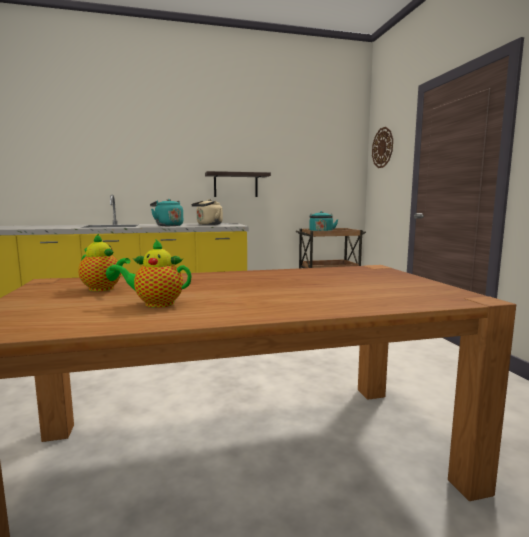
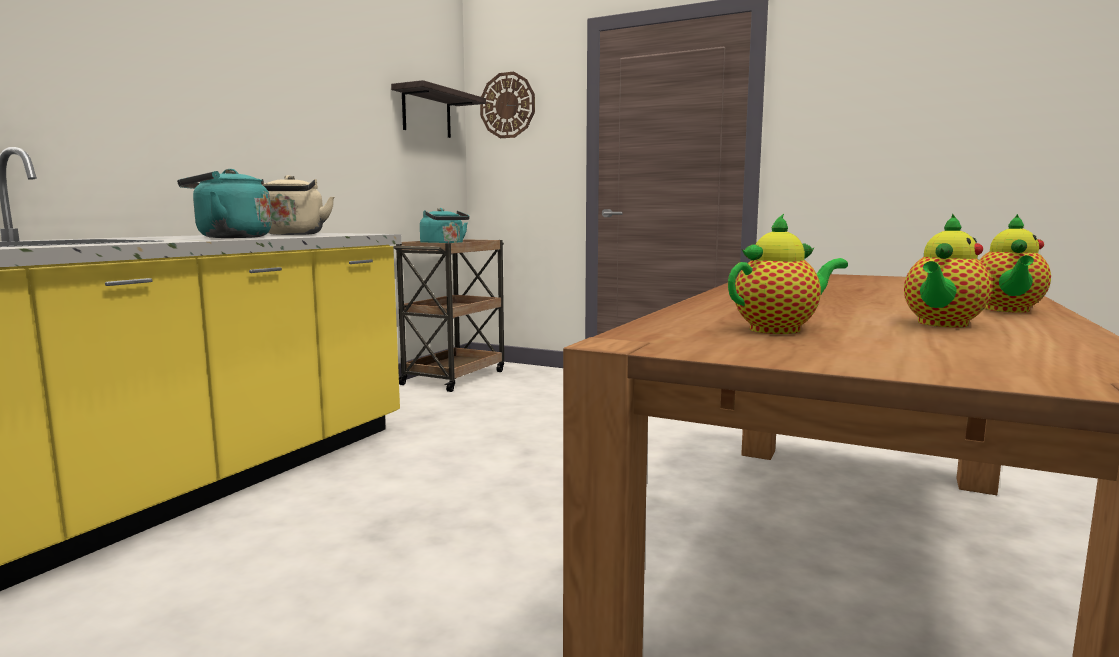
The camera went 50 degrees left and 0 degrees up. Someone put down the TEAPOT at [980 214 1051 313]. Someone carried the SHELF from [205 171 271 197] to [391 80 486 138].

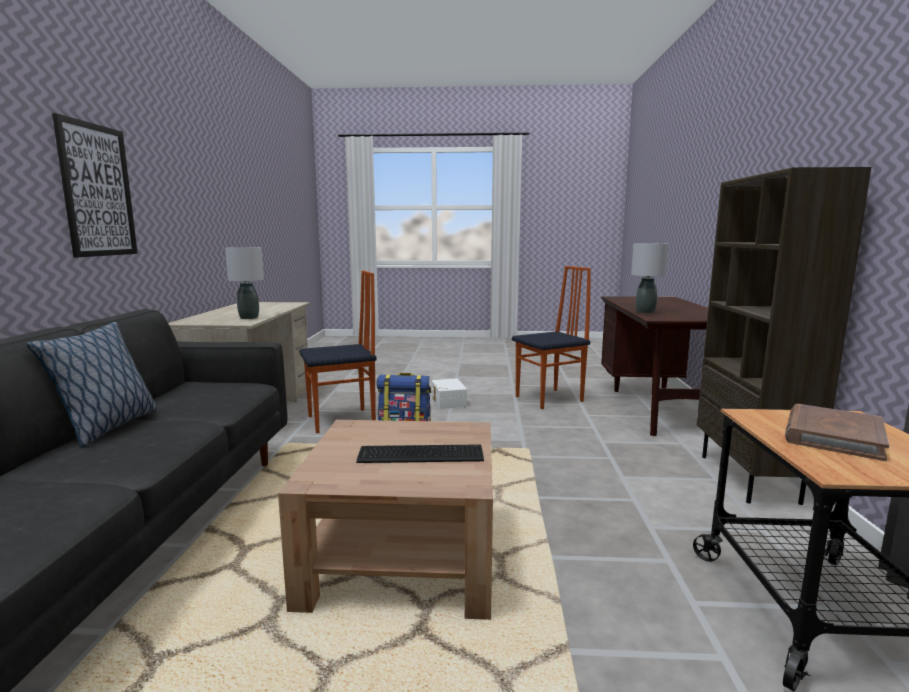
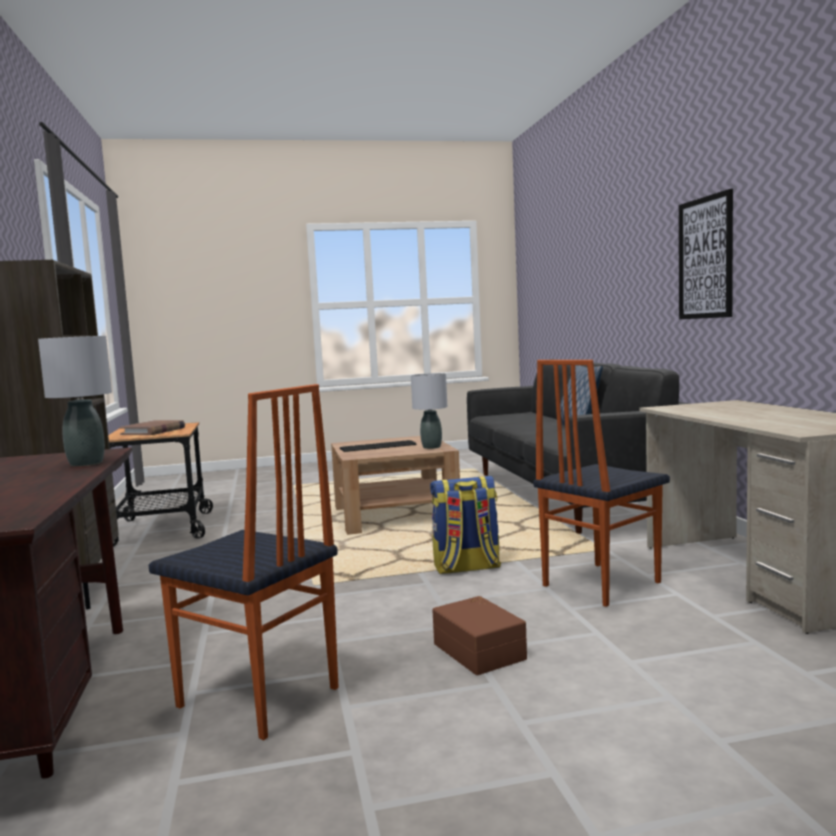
The camera went 165 degrees right and 5 degrees down. Someone carried the GREY TABLE LAMP from [225 247 264 319] to [411 373 447 449]. Someone repainted the WHITE STORAGE BOX at [432 378 467 409], which became the BROWN STORAGE BOX at [433 596 527 675]. Someone rotated the CHAIR at [512 266 591 409] by 105 degrees counterclockwise.

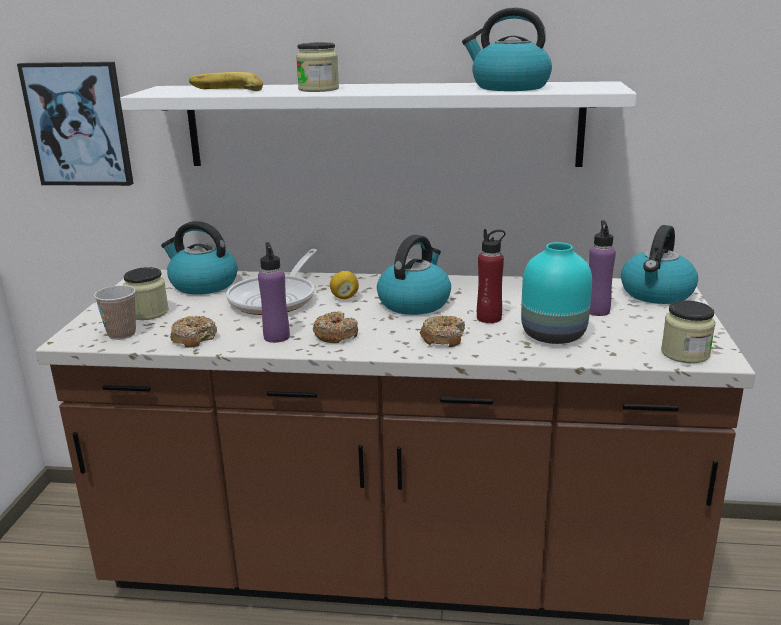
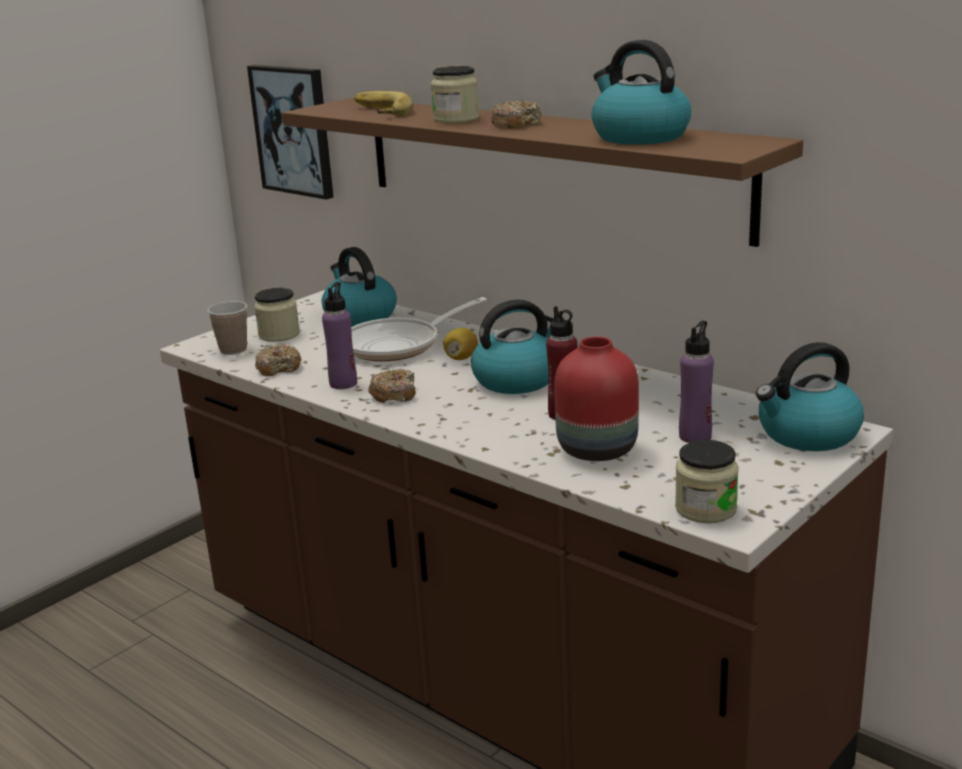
The camera went 35 degrees right and 0 degrees up. Someone carried the DONUT from [420 316 465 347] to [491 101 542 129]. Someone repainted the WHITE SHELF at [120 81 637 167], which became the BROWN SHELF at [282 98 803 247]. Someone repainted the TURQUOISE VASE at [521 242 592 344], which became the RED VASE at [554 336 639 461].

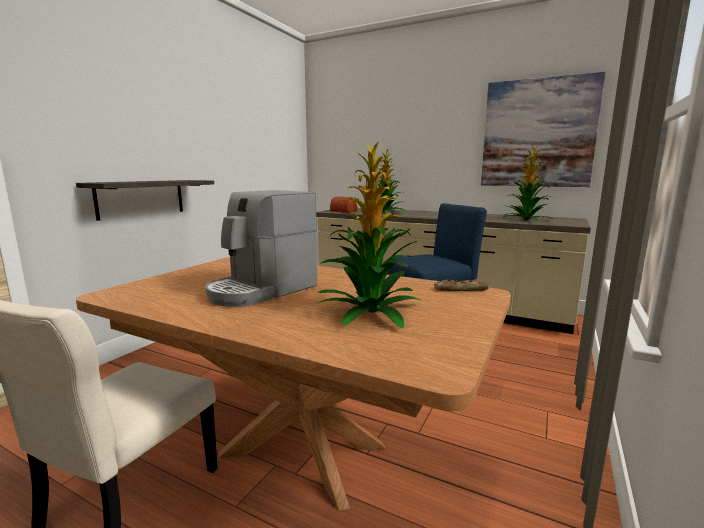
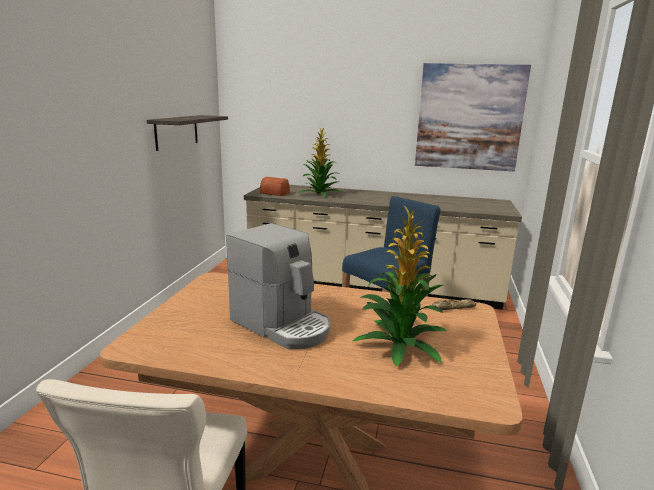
The camera went 15 degrees left and 5 degrees up. Someone took away the POTTED PLANT at [502 145 553 221]. Someone carried the SHELF from [76 180 214 221] to [147 115 228 151]. Someone rotated the COFFEE MACHINE at [206 190 317 307] by 75 degrees counterclockwise.

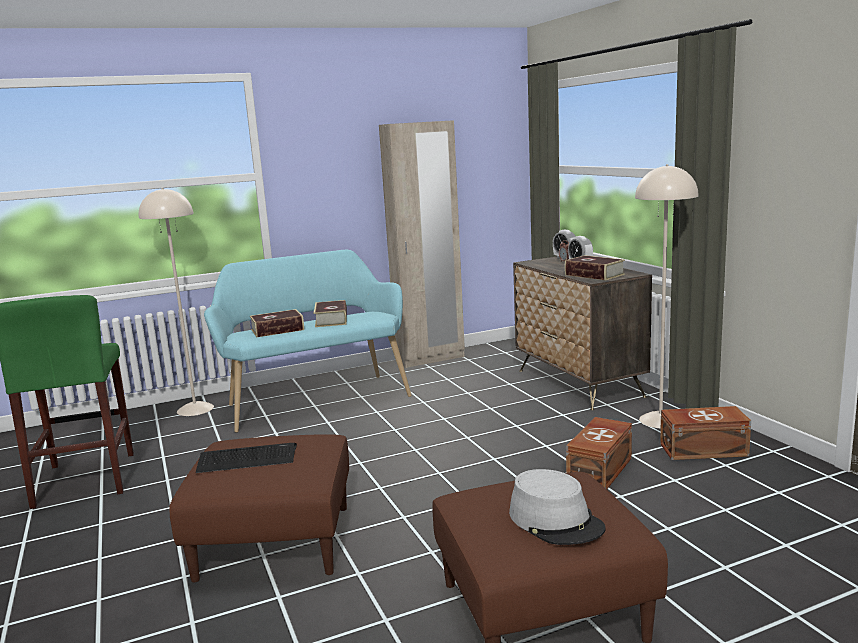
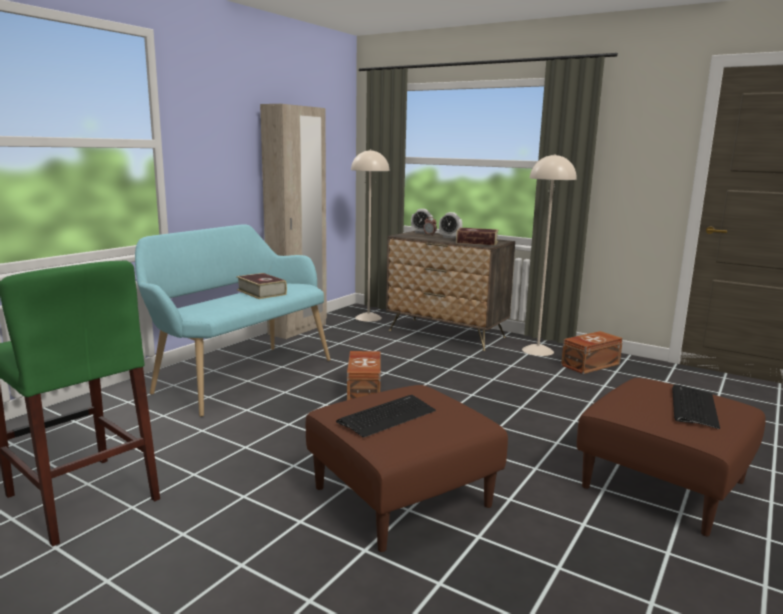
The camera went 35 degrees left and 0 degrees up. Someone took away the BOOK at [250 309 304 337]. Someone carried the BEIGE FLOOR LAMP from [139 188 214 416] to [351 149 390 322]. Someone carried the BROWN STORAGE BOX from [566 417 632 489] to [347 351 381 400]. Someone swapped the GREY HAT at [509 469 606 545] for the KEYBOARD at [672 385 720 429].

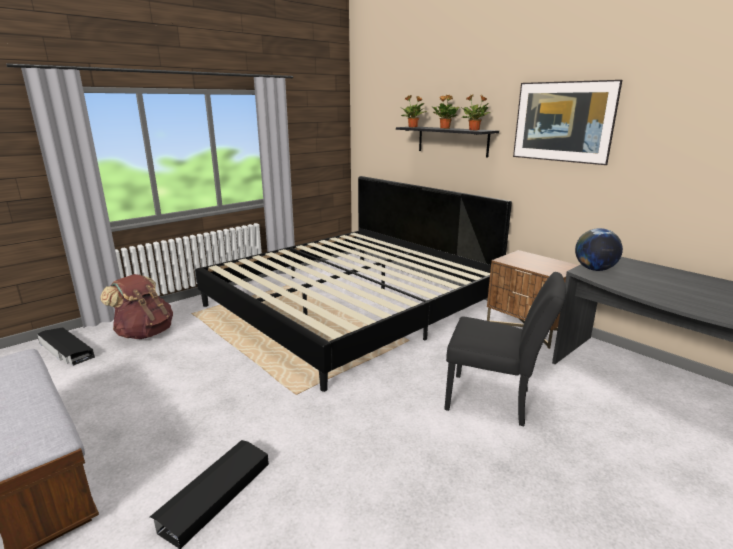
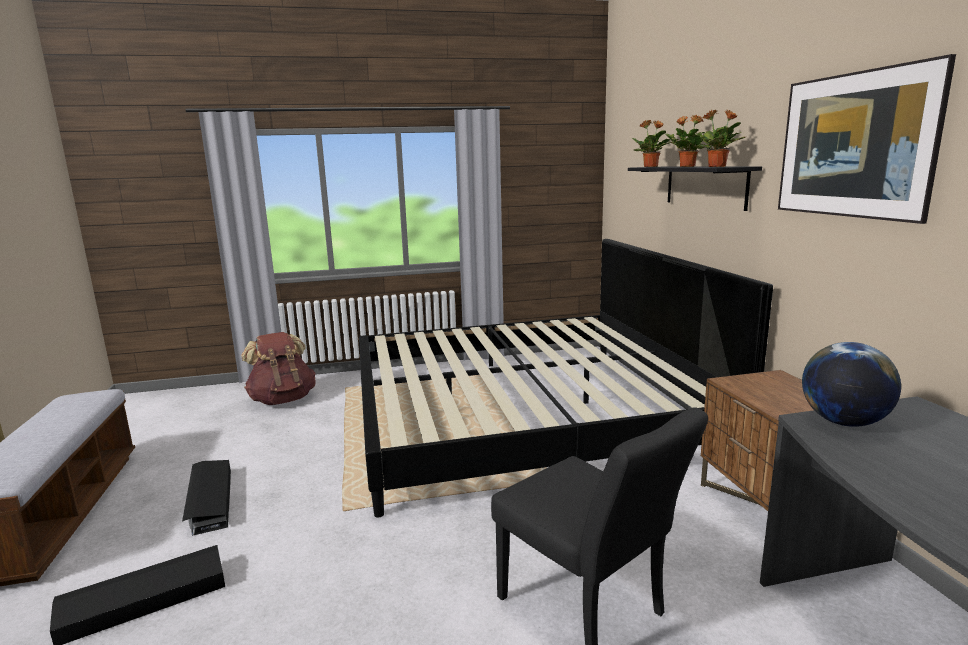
The camera went 30 degrees right and 5 degrees down. Someone carried the BLACK STORAGE BOX from [37 327 95 366] to [182 460 231 536].

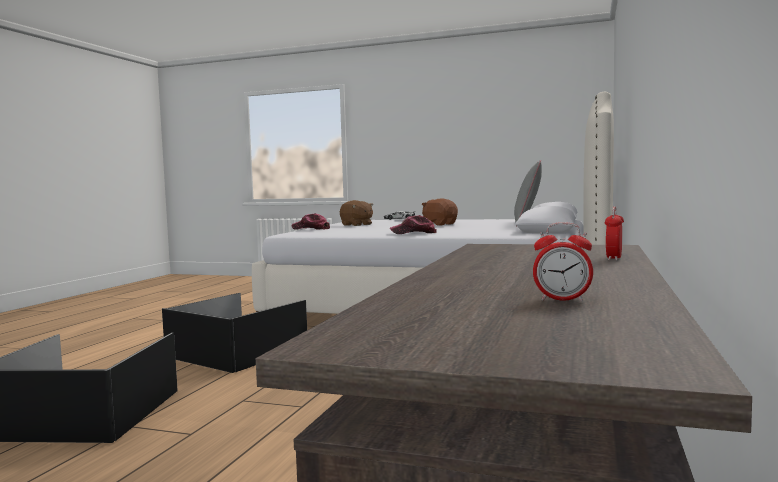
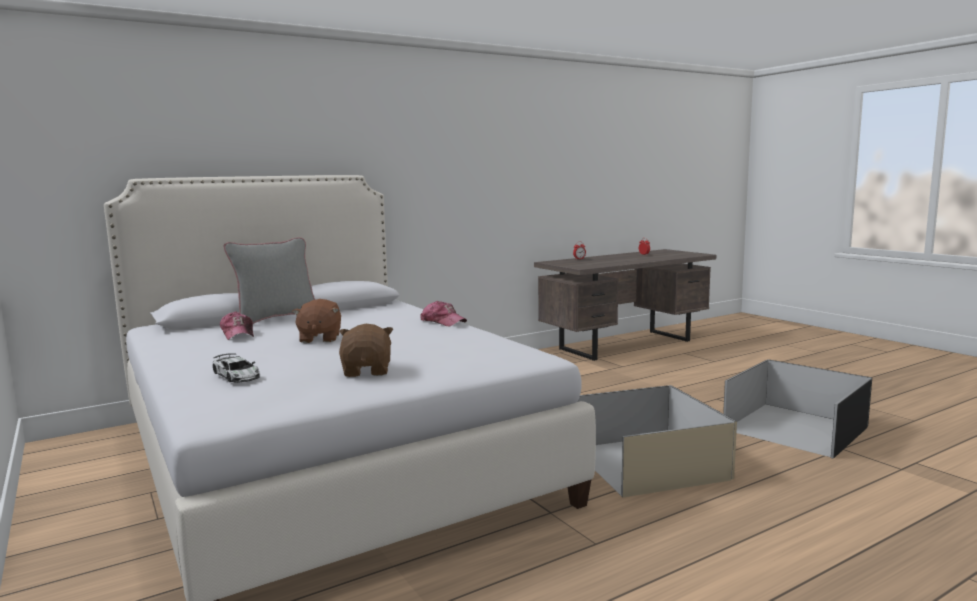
The camera went 140 degrees left and 5 degrees up. Someone carried the CAP from [292 213 330 230] to [220 311 254 340]. Someone repainted the BLACK STORAGE BOX at [162 293 307 373], which became the BEIGE STORAGE BOX at [577 385 737 497].

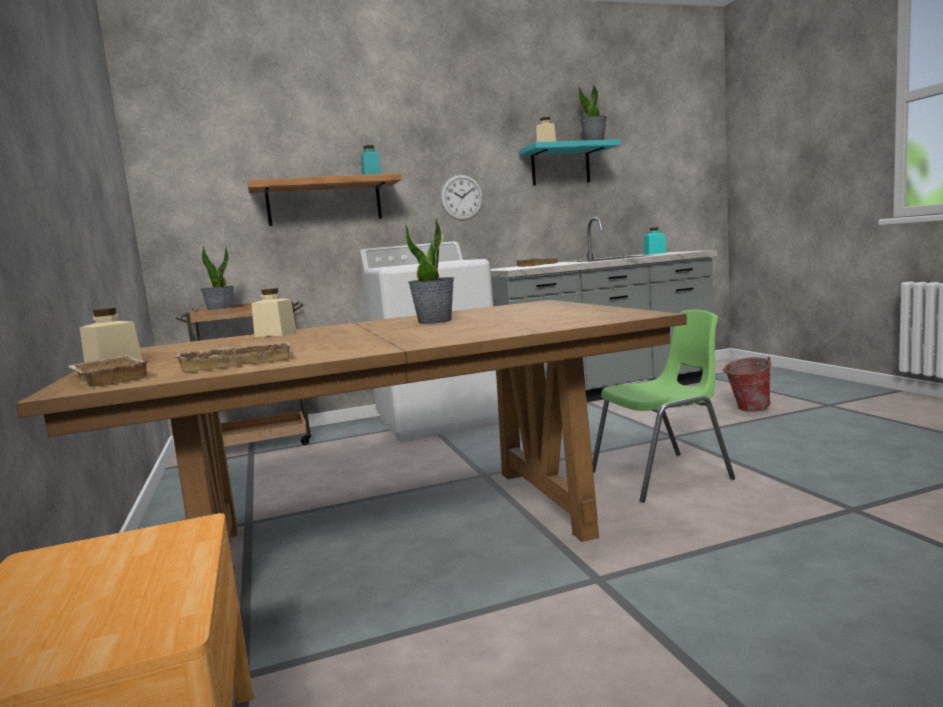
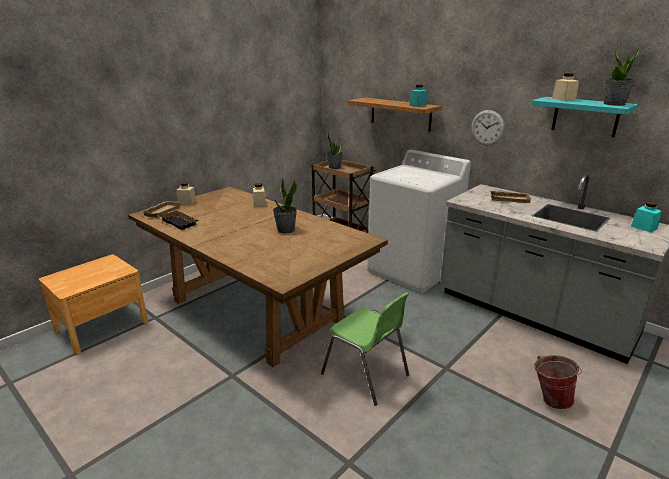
The camera went 60 degrees right and 15 degrees up. Someone repainted the BEIGE TRAY at [174 342 291 372], which became the BLACK TRAY at [160 211 198 230].

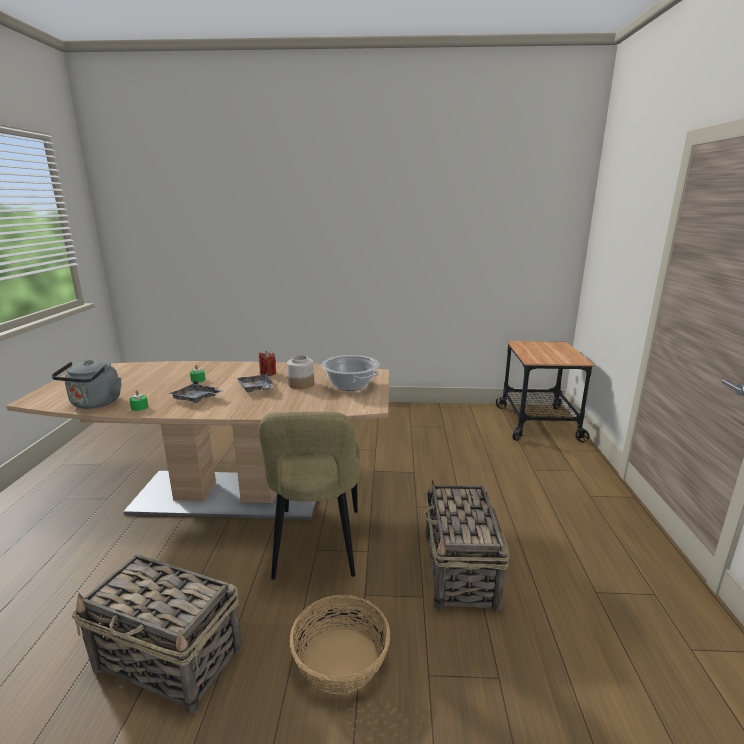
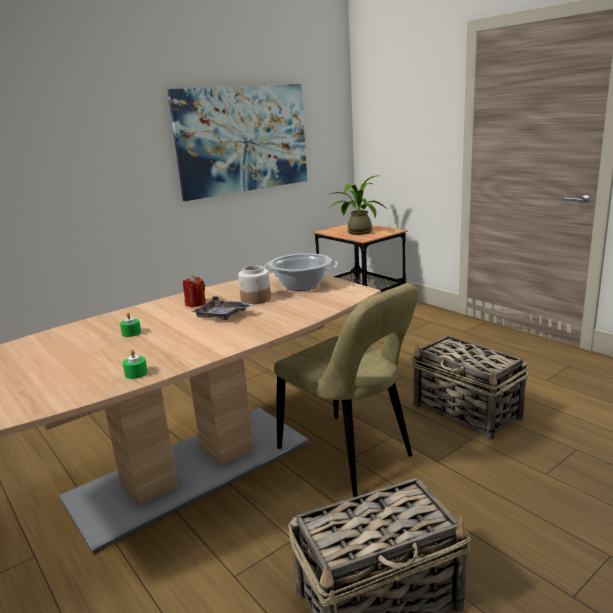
The camera went 40 degrees left and 0 degrees up. Someone took away the GREY KETTLE at [51 360 121 409]. Someone took away the GREY TRAY at [169 380 224 403]. Someone took away the BASKET at [290 595 390 695]. Someone put up the PICTURE at [168 84 307 201]. Someone put down the POTTED PLANT at [327 175 387 235].

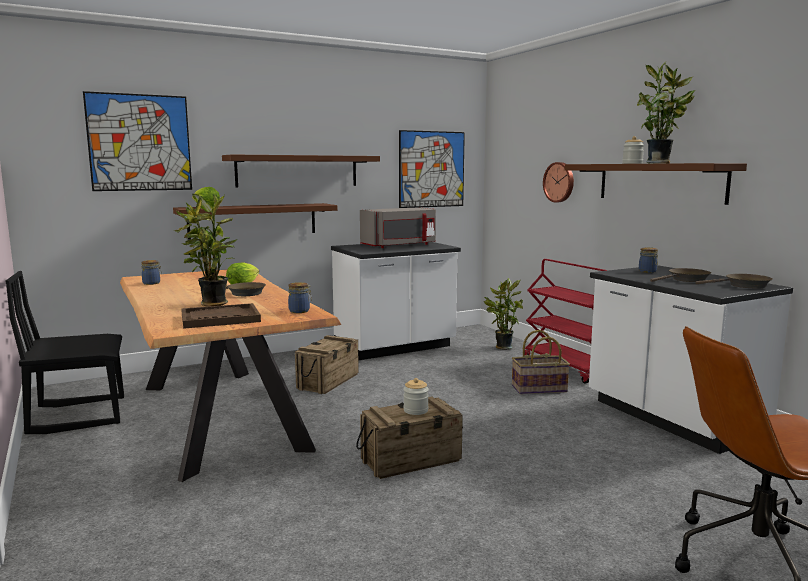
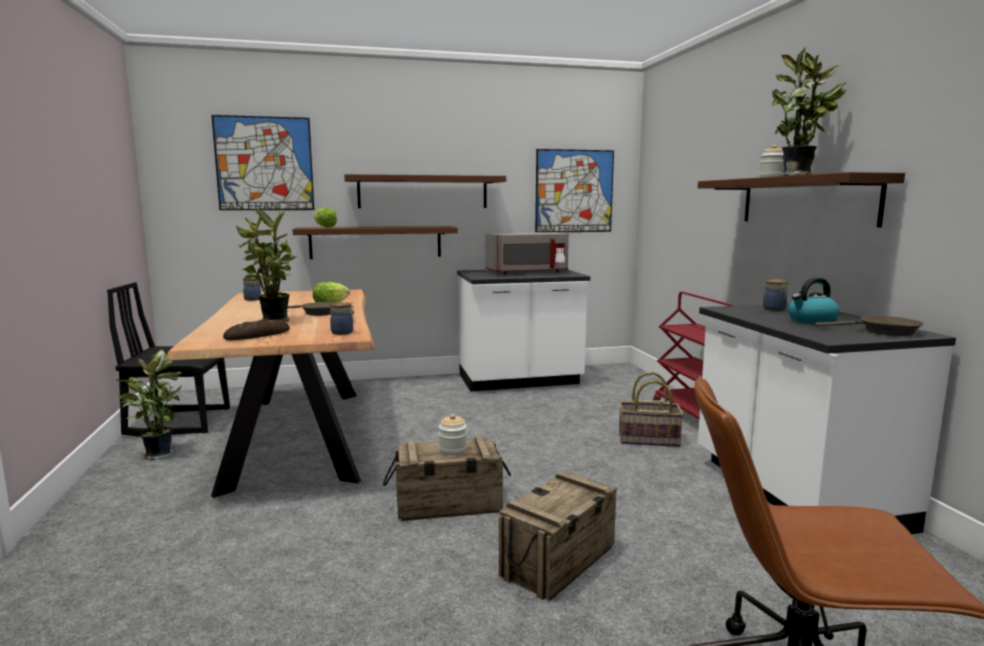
The camera went 15 degrees right and 0 degrees up. Someone took away the WALL CLOCK at [543 162 574 202]. Someone carried the CRATE from [295 335 359 394] to [499 471 617 601]. Someone carried the POTTED PLANT from [484 278 523 350] to [116 350 182 460]. Someone swapped the BROWN TRAY at [181 303 261 329] for the BREAD at [223 319 290 340]. Someone swapped the BROWN FRYING PAN at [650 268 711 282] for the KETTLE at [788 277 840 324].

